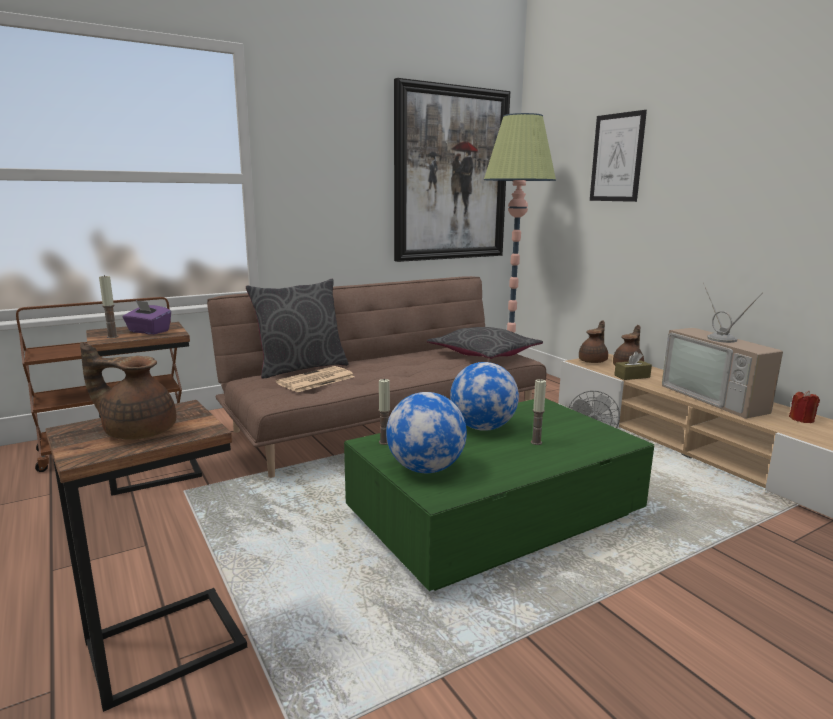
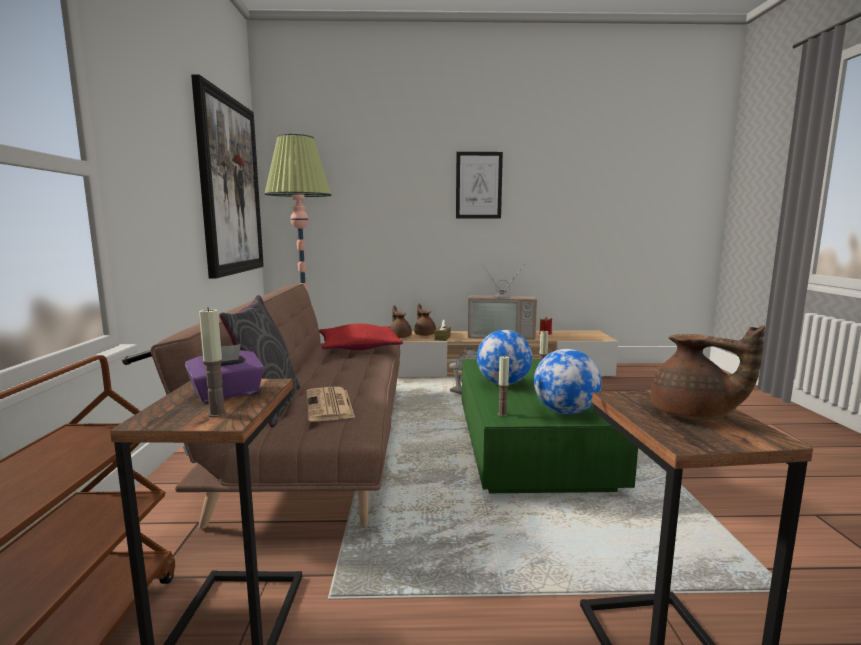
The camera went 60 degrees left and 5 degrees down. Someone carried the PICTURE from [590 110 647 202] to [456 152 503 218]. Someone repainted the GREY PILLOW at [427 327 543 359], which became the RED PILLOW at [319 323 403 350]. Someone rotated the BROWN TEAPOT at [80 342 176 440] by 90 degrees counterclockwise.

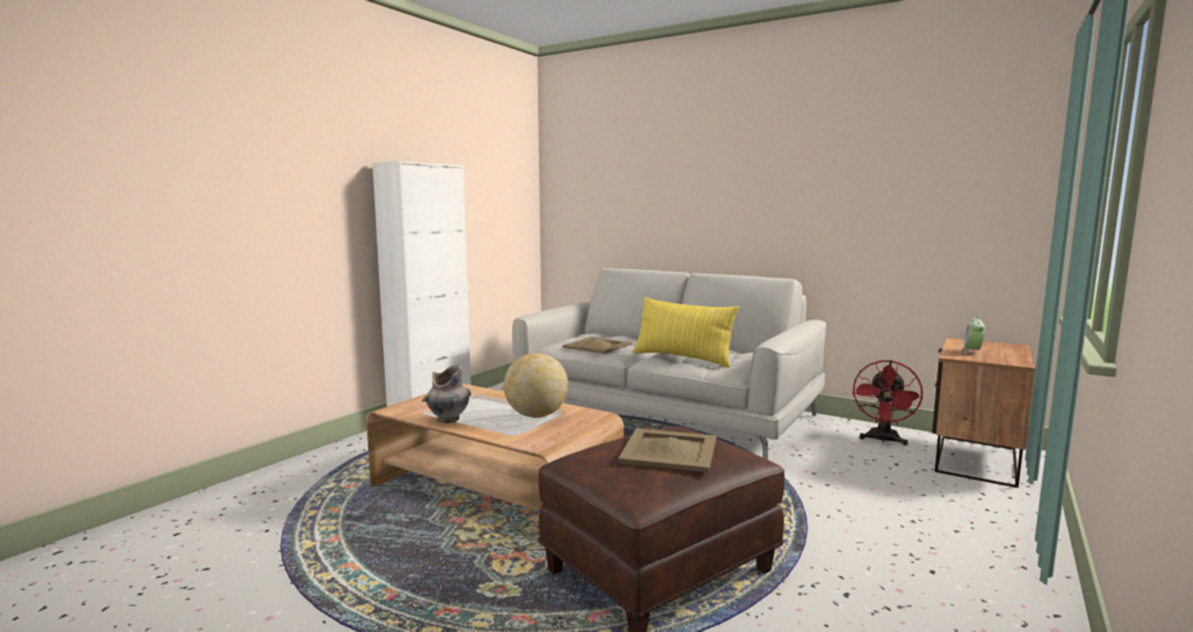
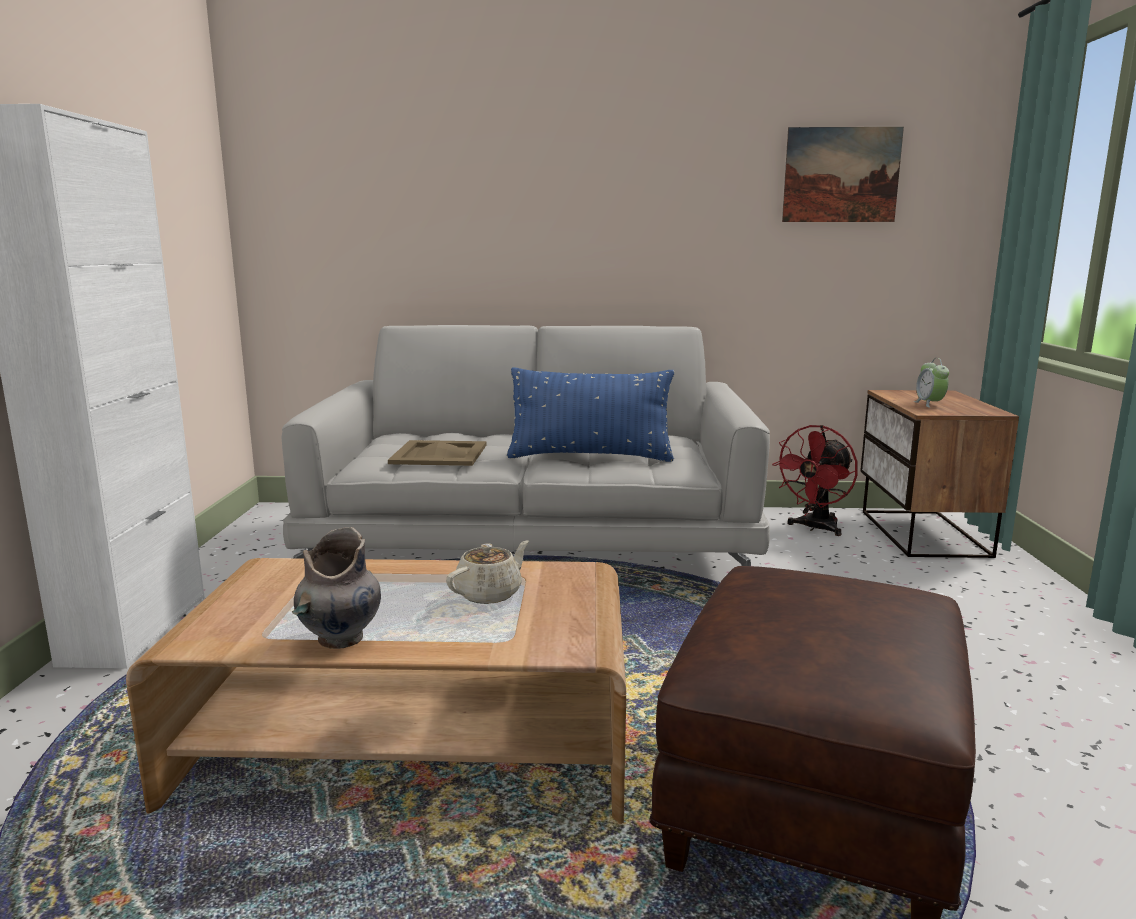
The camera went 30 degrees left and 5 degrees up. Someone took away the BEIGE TRAY at [618 428 716 472]. Someone put up the PICTURE at [782 127 904 222]. Someone swapped the GLOBE at [504 353 568 418] for the BEIGE TEAPOT at [446 540 529 604]. Someone repainted the YELLOW PILLOW at [633 297 739 367], which became the BLUE PILLOW at [507 367 675 462]. Someone rotated the RED FAN at [852 360 923 446] by 45 degrees clockwise.

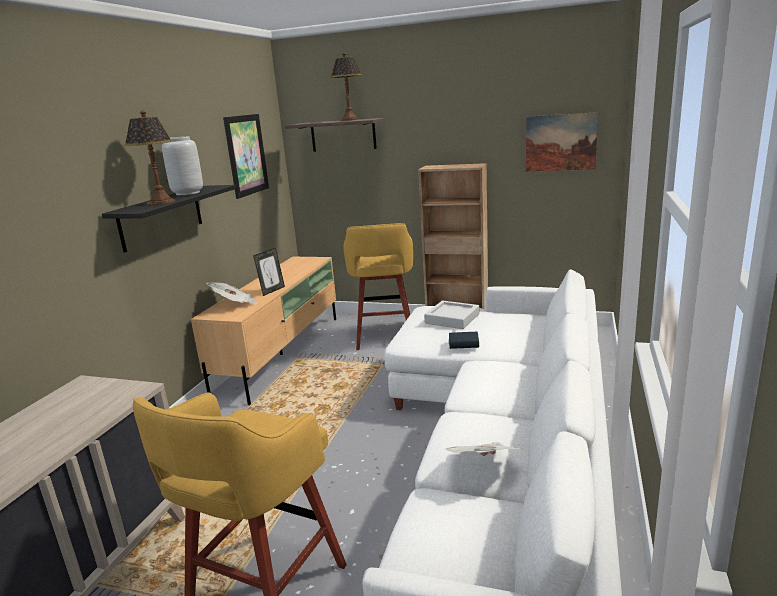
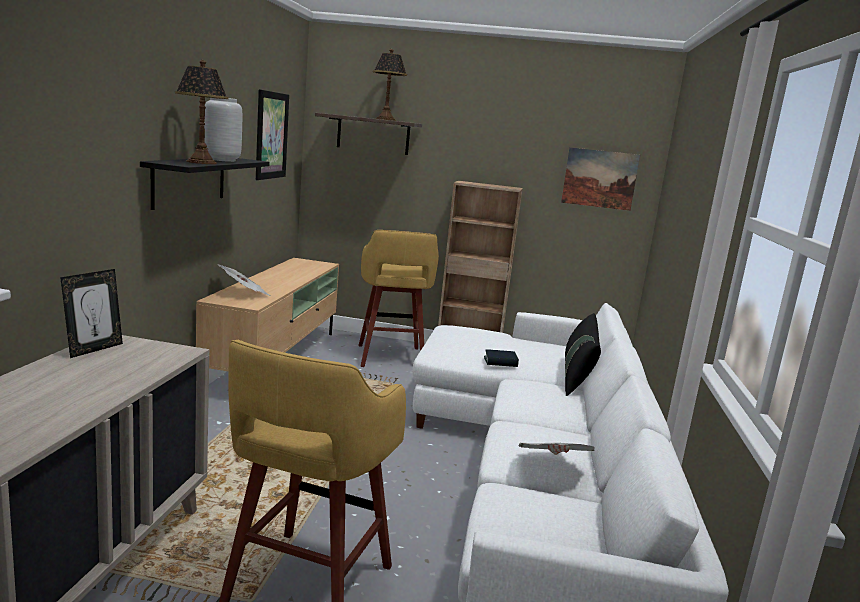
The camera went 10 degrees left and 5 degrees down. Someone took away the GREY TRAY at [424 300 479 329]. Someone put down the BLACK PILLOW at [565 313 601 396]. Someone carried the PICTURE FRAME from [253 248 285 296] to [60 269 123 358].

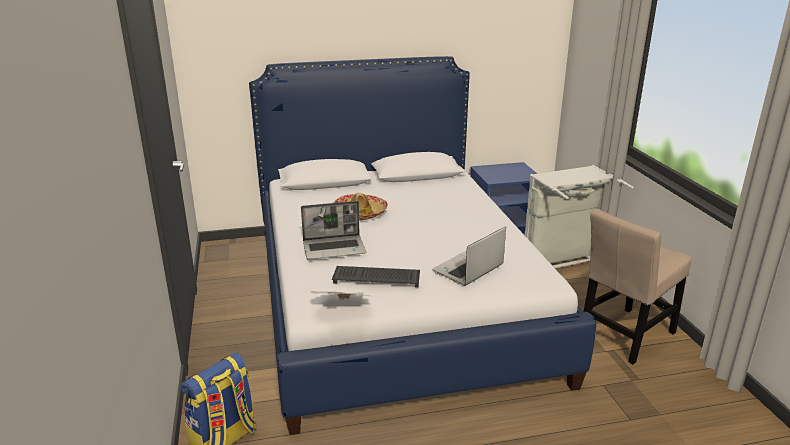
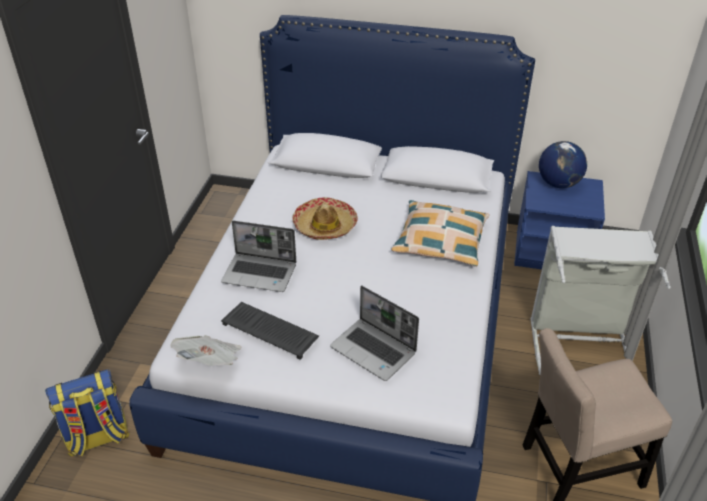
The camera went 25 degrees right and 15 degrees up. Someone put down the PILLOW at [392 200 489 267]. Someone put down the GLOBE at [539 141 587 188]. Someone rotated the LAPTOP at [432 227 506 286] by 120 degrees counterclockwise.

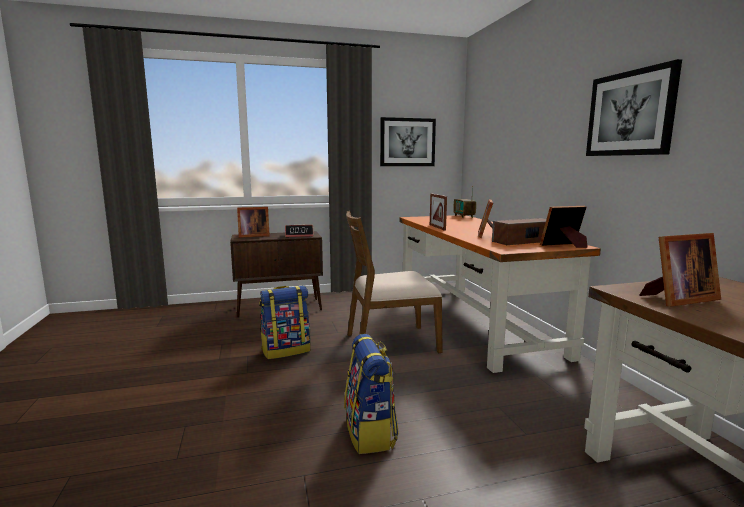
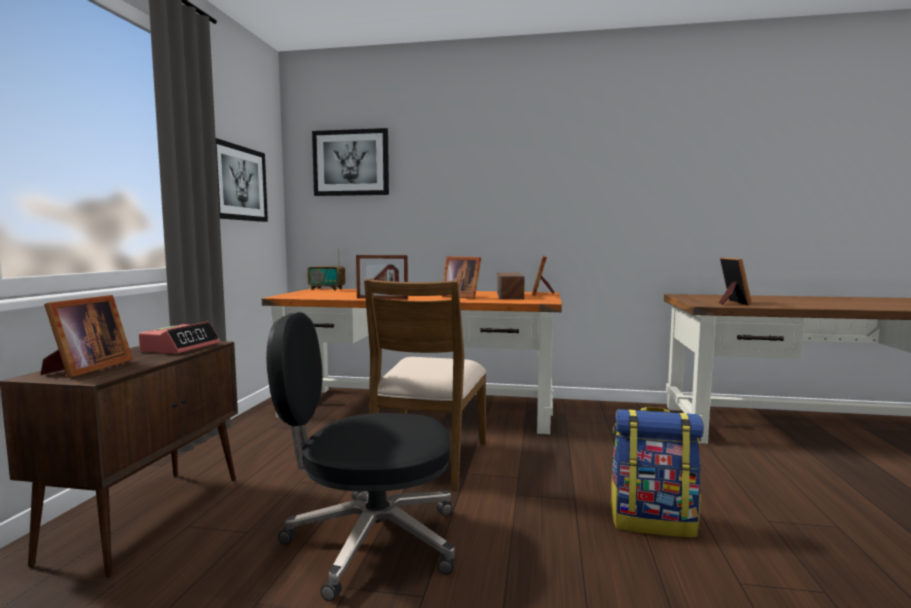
The camera went 65 degrees left and 5 degrees down. Someone carried the PICTURE from [586 59 682 156] to [312 128 389 196]. Someone swapped the BACKPACK at [259 286 310 359] for the BLACK OFFICE CHAIR at [266 312 455 601].

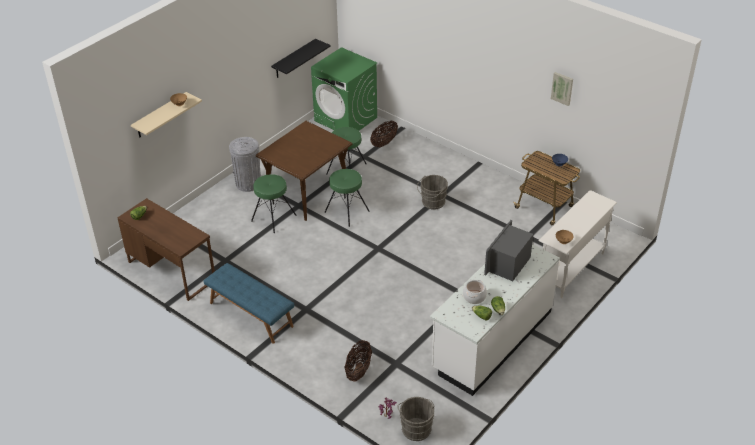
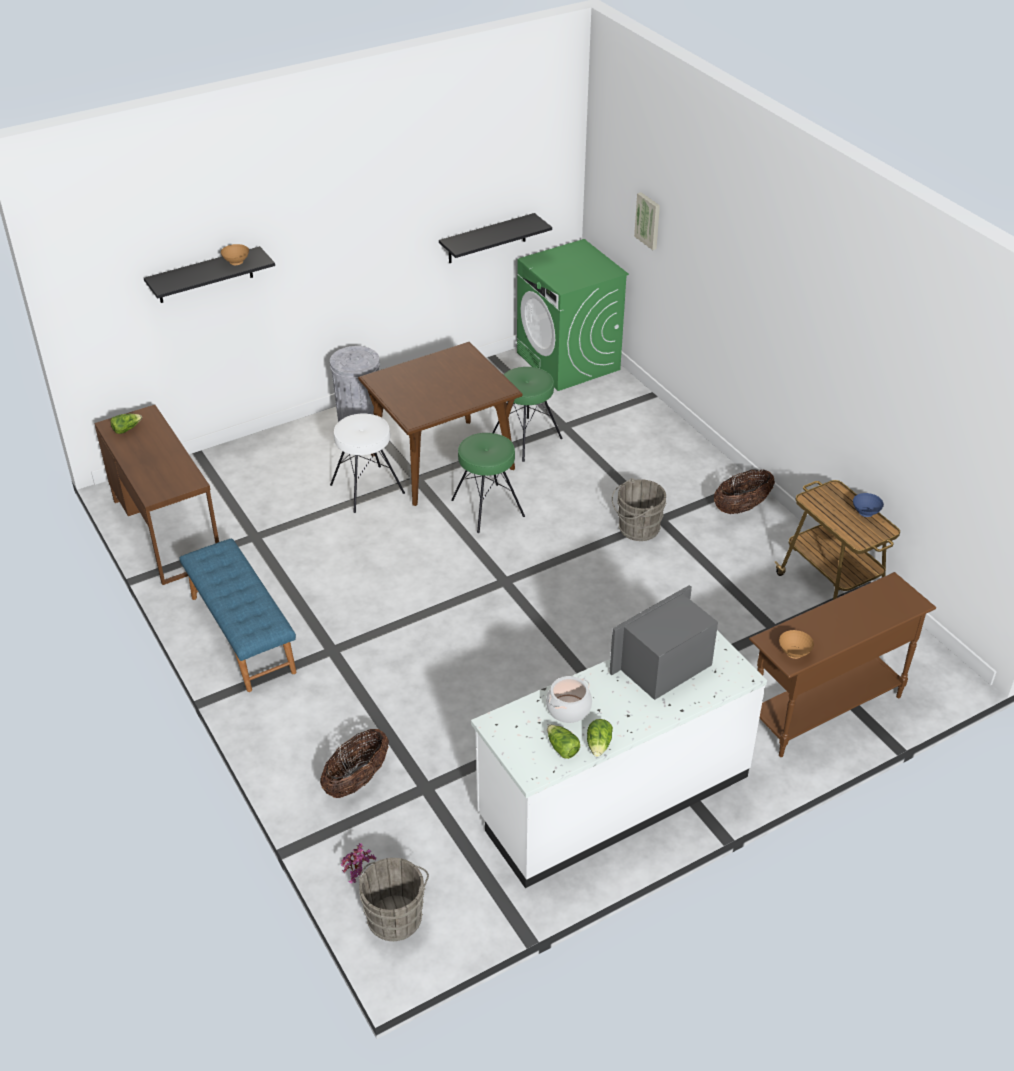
The camera went 20 degrees right and 0 degrees up. Someone carried the BASKET from [370 120 398 147] to [714 470 775 514]. Someone carried the PICTURE from [551 72 573 106] to [634 192 660 250]. Someone repainted the BEIGE SHELF at [131 92 202 138], which became the BLACK SHELF at [144 246 275 303]. Someone repainted the GREEN STOOL at [251 174 296 233], which became the WHITE STOOL at [330 414 405 513]. Someone repainted the WHITE CONSOLE TABLE at [538 190 617 298], which became the BROWN CONSOLE TABLE at [749 572 936 757].

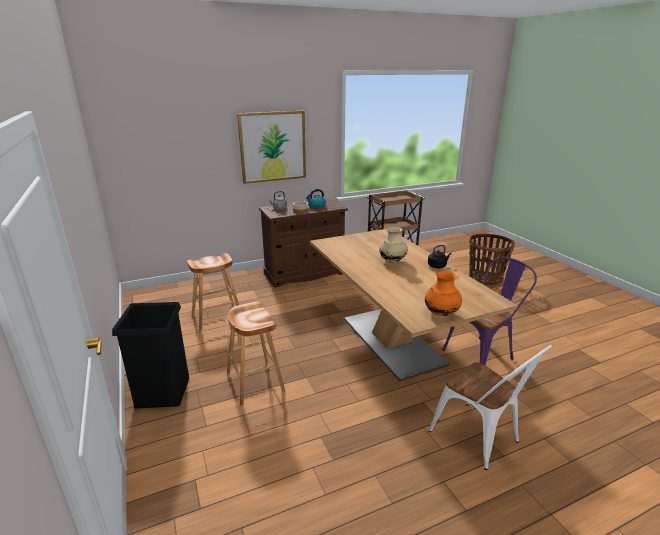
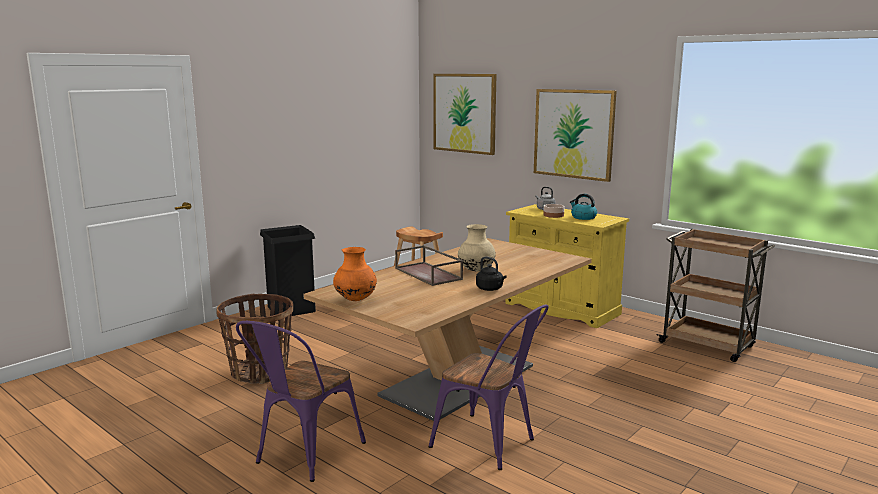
The camera went 65 degrees right and 10 degrees down. Someone took away the BROWN STOOL at [227 302 285 405]. Someone put down the BROWN TRAY at [395 245 463 286]. Someone put up the PICTURE at [433 74 496 155]. Someone carried the BASKET from [469 234 515 286] to [216 294 293 384]. Someone repainted the BROWN CABINET at [259 199 348 288], which became the YELLOW CABINET at [505 204 629 328]. Someone repainted the WHITE CHAIR at [428 345 552 470], which became the PURPLE CHAIR at [236 321 366 482].

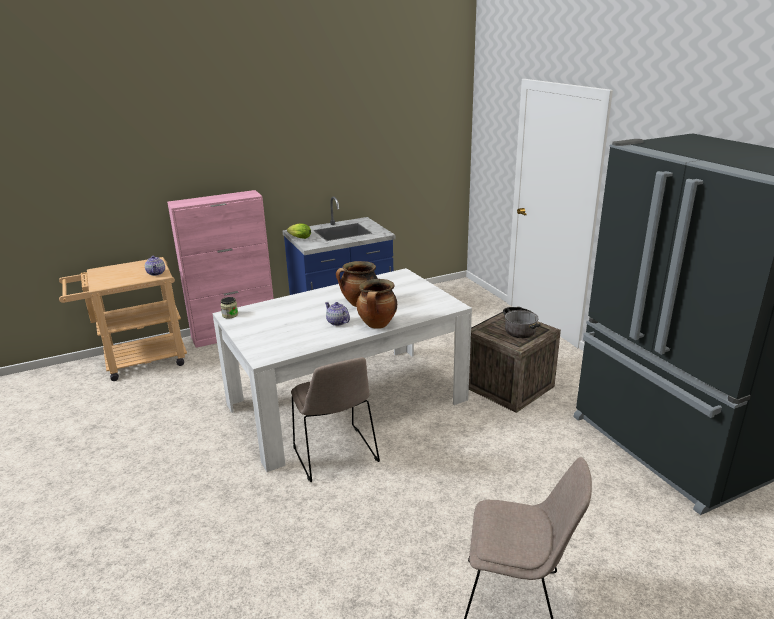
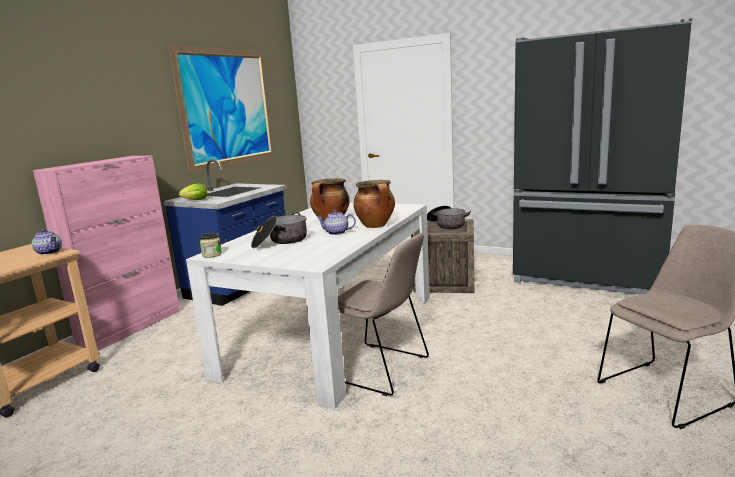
The camera went 35 degrees left and 10 degrees down. Someone put up the PICTURE at [168 45 274 173]. Someone put down the COOKING POT at [251 213 307 248].

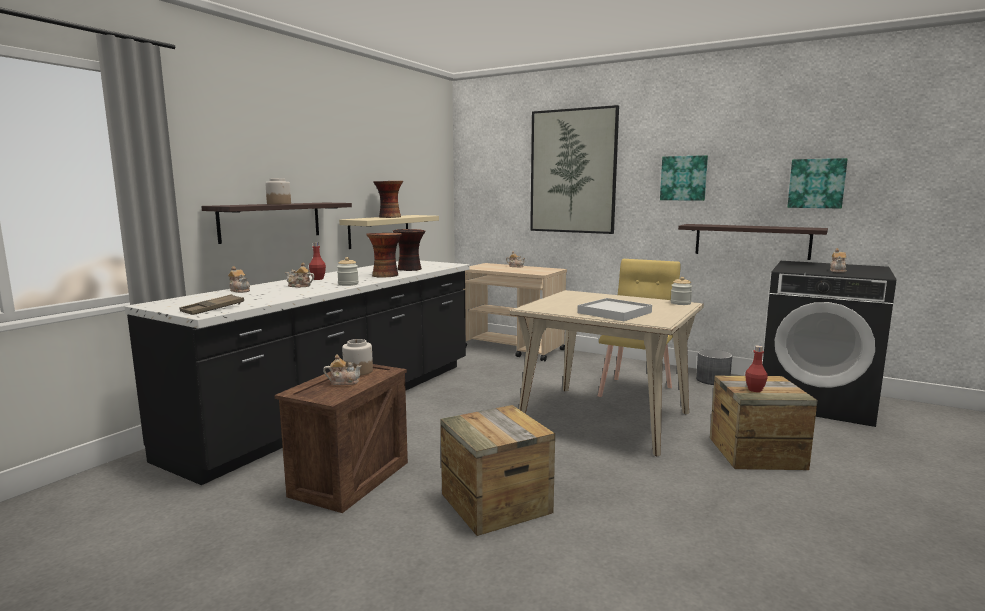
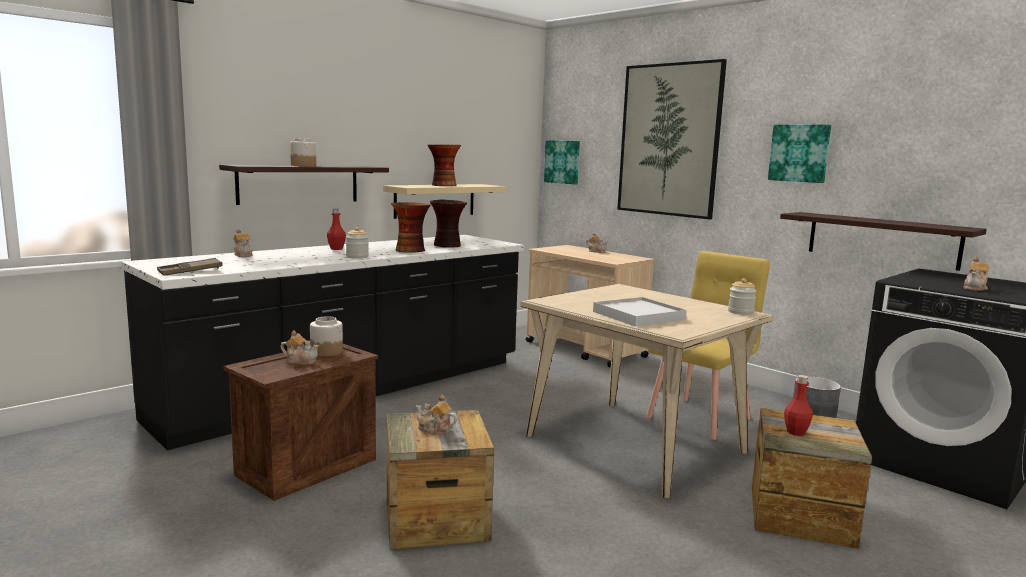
The camera went 15 degrees right and 0 degrees up. Someone carried the TEAPOT from [285 262 314 288] to [416 395 457 435]. Someone carried the PICTURE from [787 158 848 209] to [544 140 580 185].

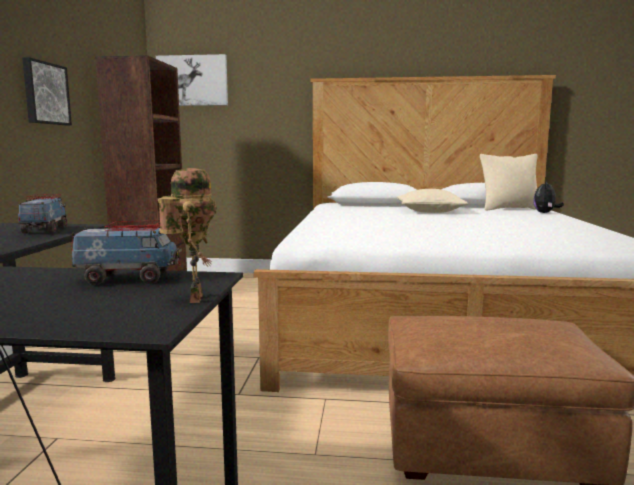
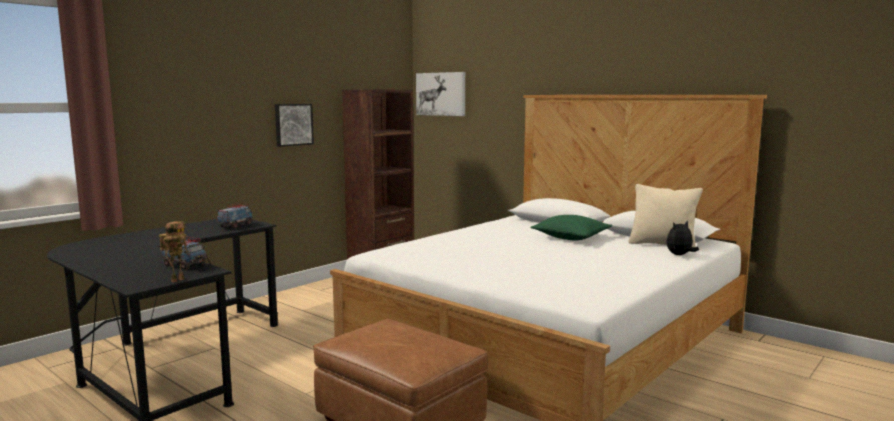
The camera went 35 degrees right and 0 degrees up. Someone repainted the BEIGE PILLOW at [397 189 468 213], which became the GREEN PILLOW at [531 215 613 240].

